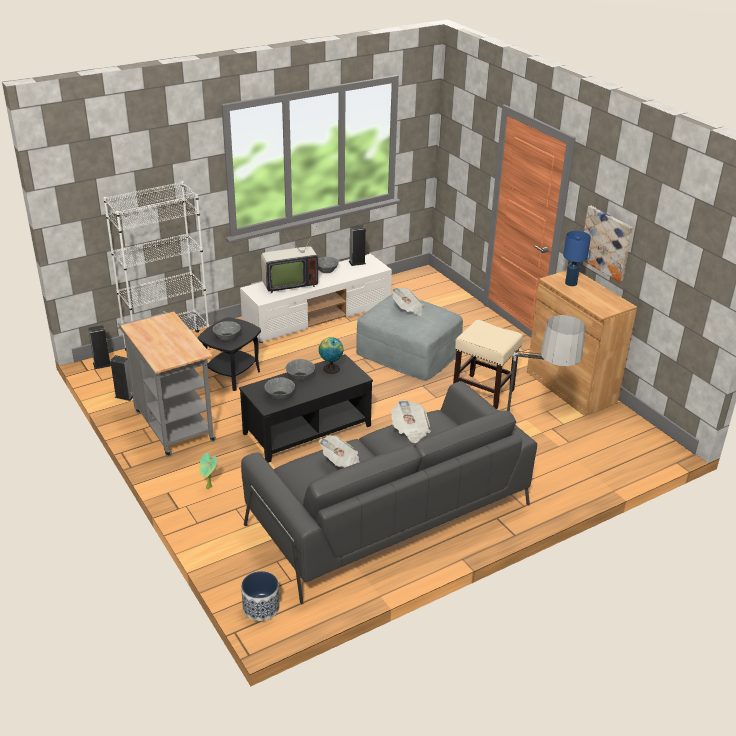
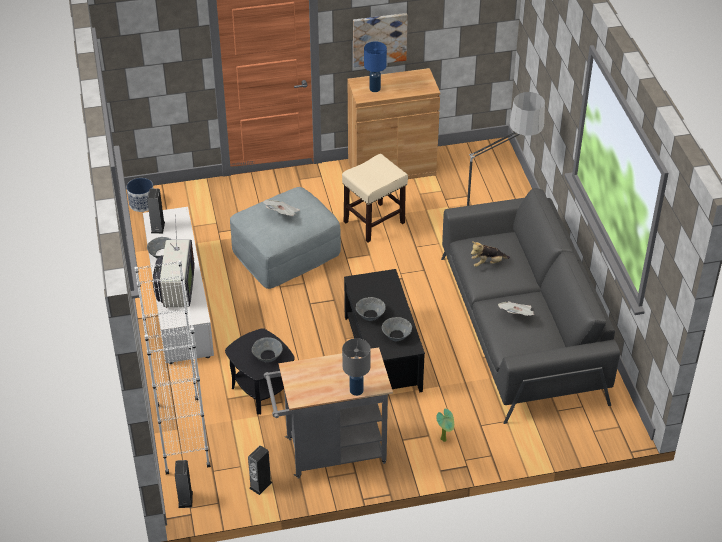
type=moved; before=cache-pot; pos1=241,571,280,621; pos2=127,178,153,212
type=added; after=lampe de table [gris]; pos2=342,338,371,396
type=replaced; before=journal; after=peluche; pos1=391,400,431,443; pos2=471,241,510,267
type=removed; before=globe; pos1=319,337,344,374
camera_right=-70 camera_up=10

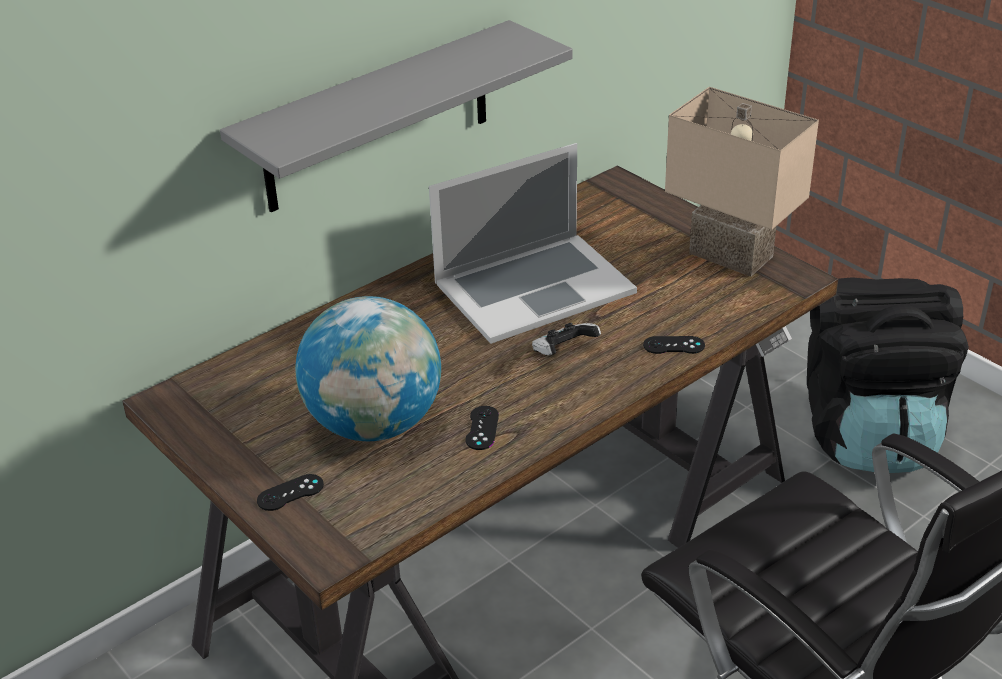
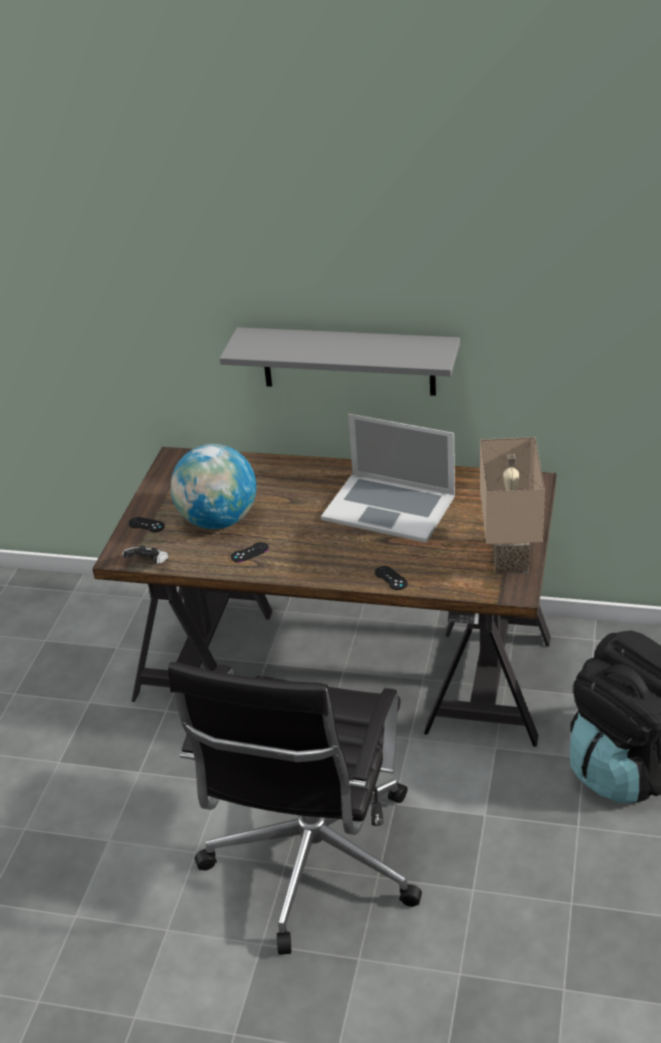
type=moved; before=manette; pos1=532,323,601,355; pos2=122,546,169,564
camera_right=55 camera_up=0

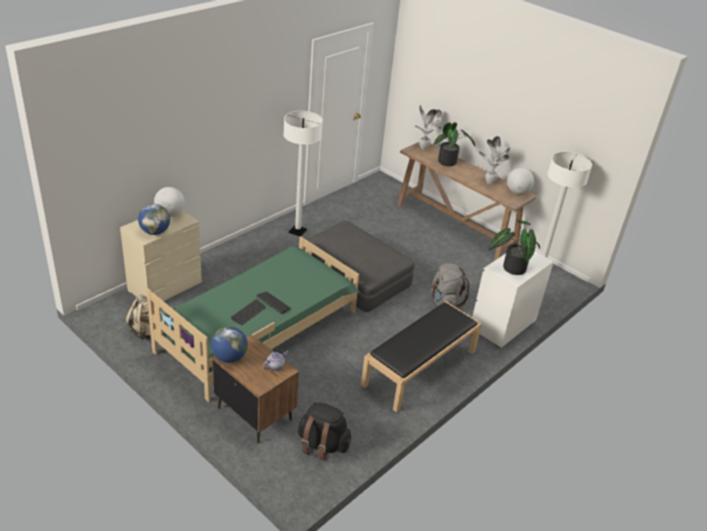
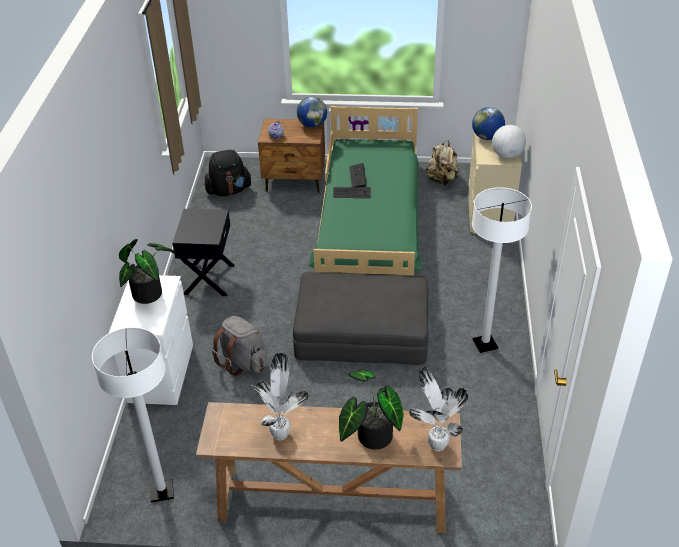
type=replaced; before=banc [noir]; after=table de chevet [noir]; pos1=361,301,482,412; pos2=172,209,235,296
type=removed; before=globe; pos1=507,168,534,194
camera_right=145 camera_up=5

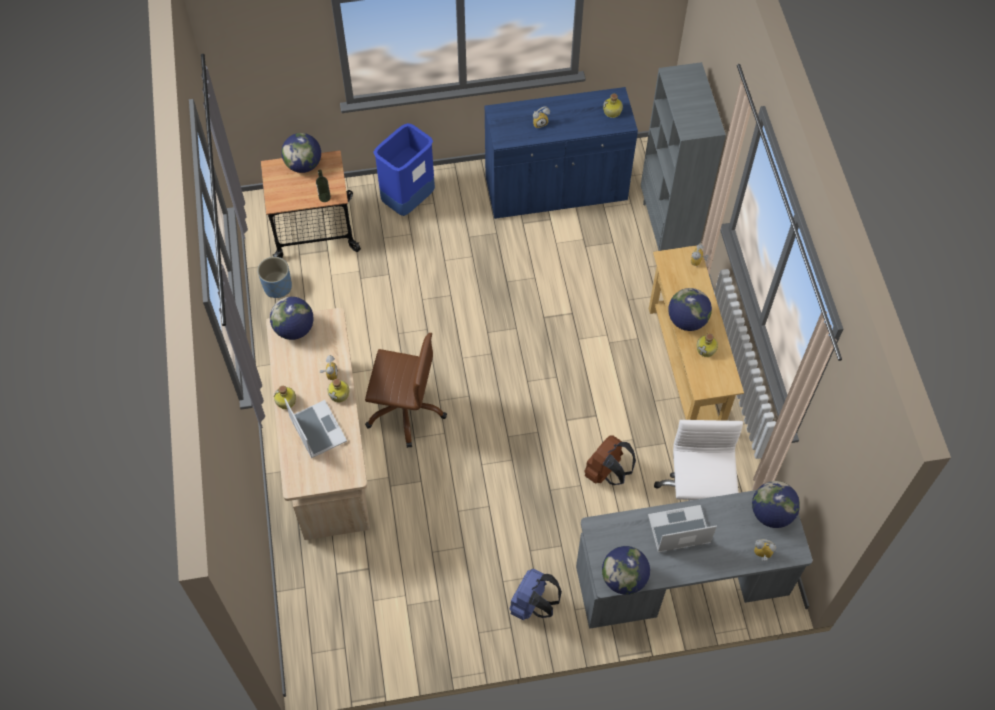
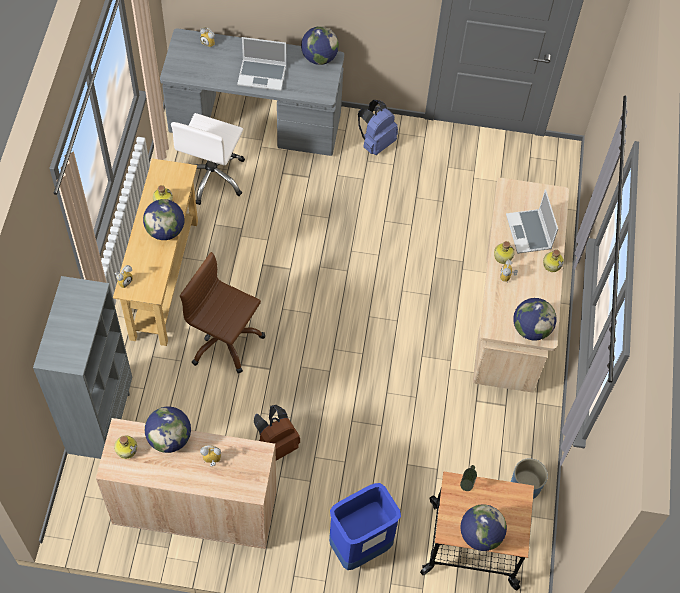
type=recoloured; before=meuble de rangement [bleu]; after=meuble de rangement [beige]; pos1=485,87,638,219; pos2=96,418,277,549
type=moved; before=globe; pos1=752,481,800,528; pos2=145,406,191,453
type=moved; before=chaise de bureau [marron]; pos1=365,333,447,448; pos2=180,252,265,374
type=moved; before=sac à dos [marron]; pos1=585,435,636,485; pos2=254,405,300,461
camera_right=-165 camera_up=0

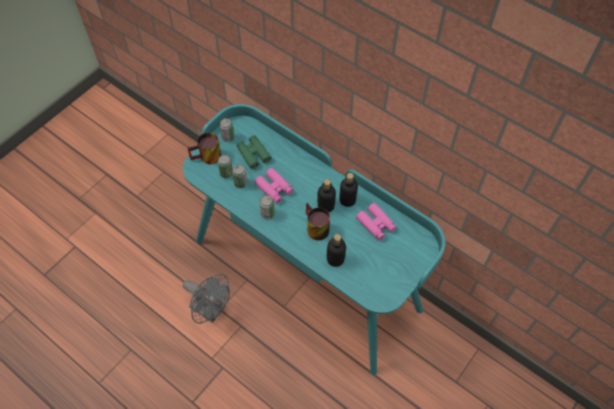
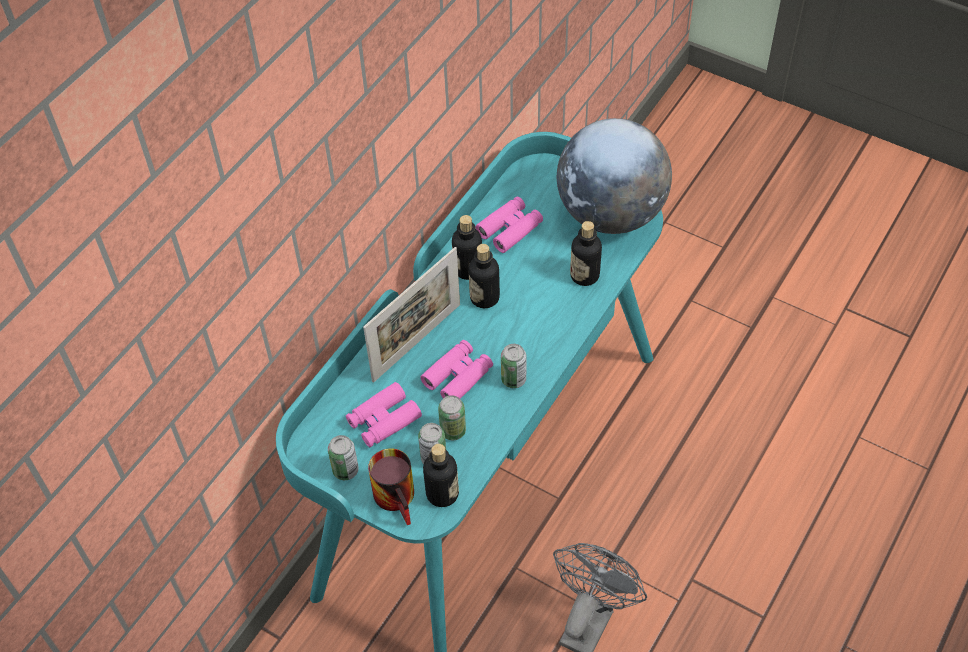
type=recoloured; before=jumelles [vert]; after=jumelles [rose]; pos1=236,135,271,169; pos2=346,382,422,447
type=added; after=cadre photo; pos2=363,247,460,382
type=added; after=bouteille; pos2=423,444,459,507
type=added; after=globe; pos2=557,118,672,234
type=removed; before=mug; pos1=306,203,330,240
camera_right=-95 camera_up=-5

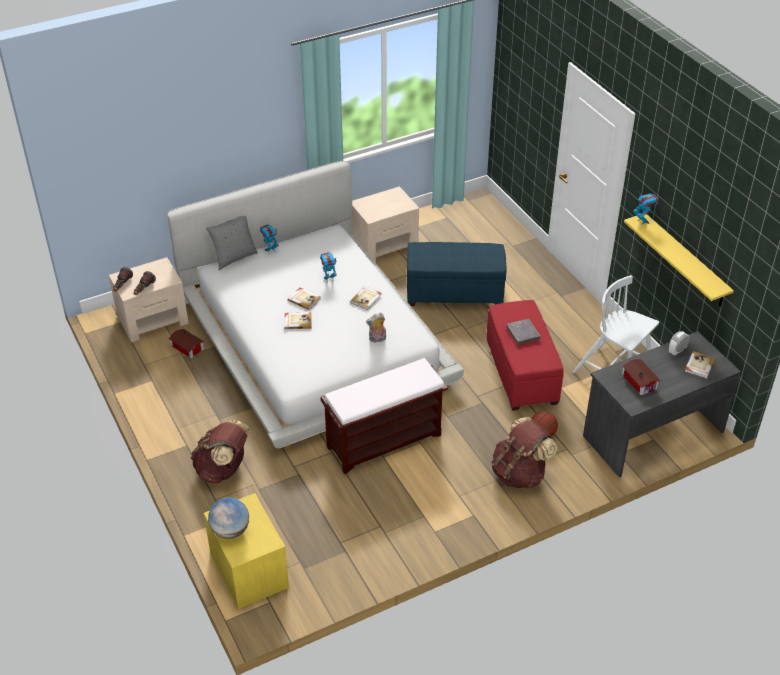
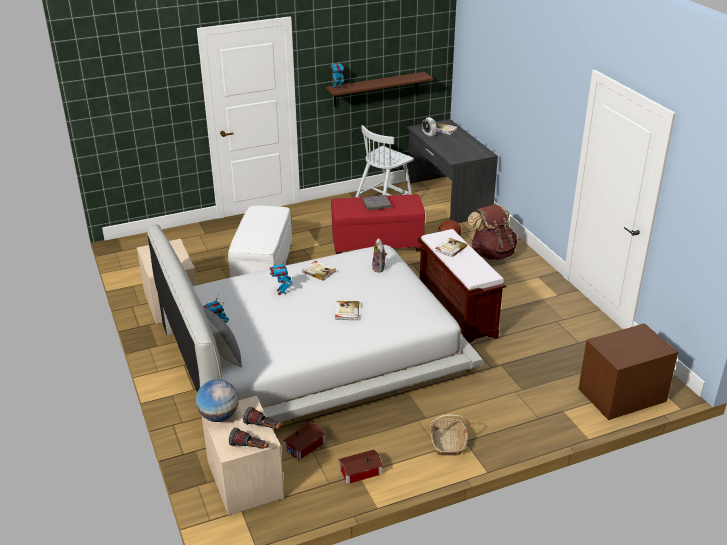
type=moved; before=globe; pos1=208,498,249,539; pos2=196,379,239,422
type=recoloured; before=pouf [bleu]; after=pouf [blanc]; pos1=407,242,506,306; pos2=228,206,292,278
type=recoloured; before=étagère [jaune]; after=étagère [marron]; pos1=624,214,734,307; pos2=326,72,433,107
type=moved; before=maison miniature; pos1=622,359,661,395; pos2=338,450,383,484
type=added; after=panier; pos2=430,414,469,456
type=moved; before=livre; pos1=288,287,321,310; pos2=435,238,467,257
type=recoloured; before=table de chevet [jaune]; after=table de chevet [marron]; pos1=204,493,289,609; pos2=579,323,678,420
type=removed; before=sac à dos [marron]; pos1=191,420,250,484
camera_right=-85 camera_up=-10

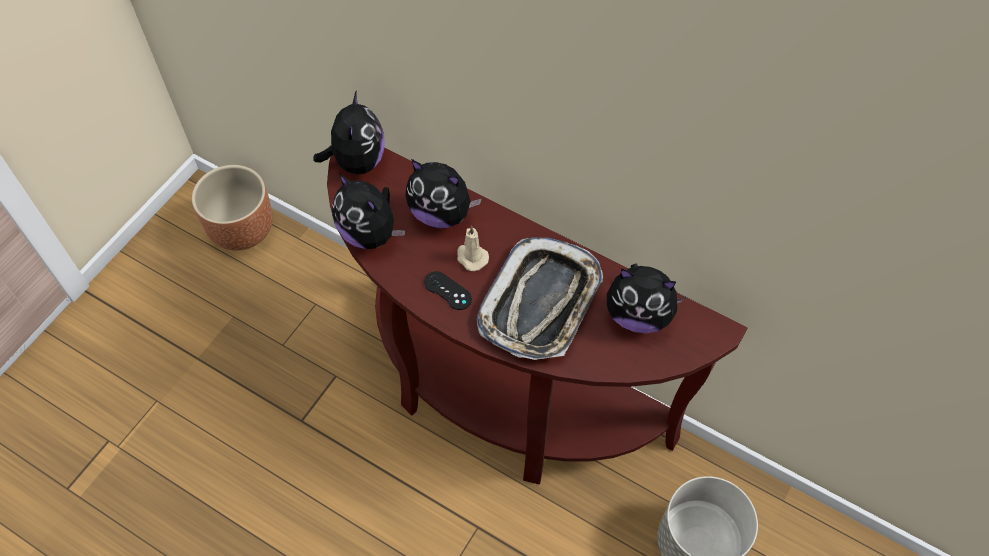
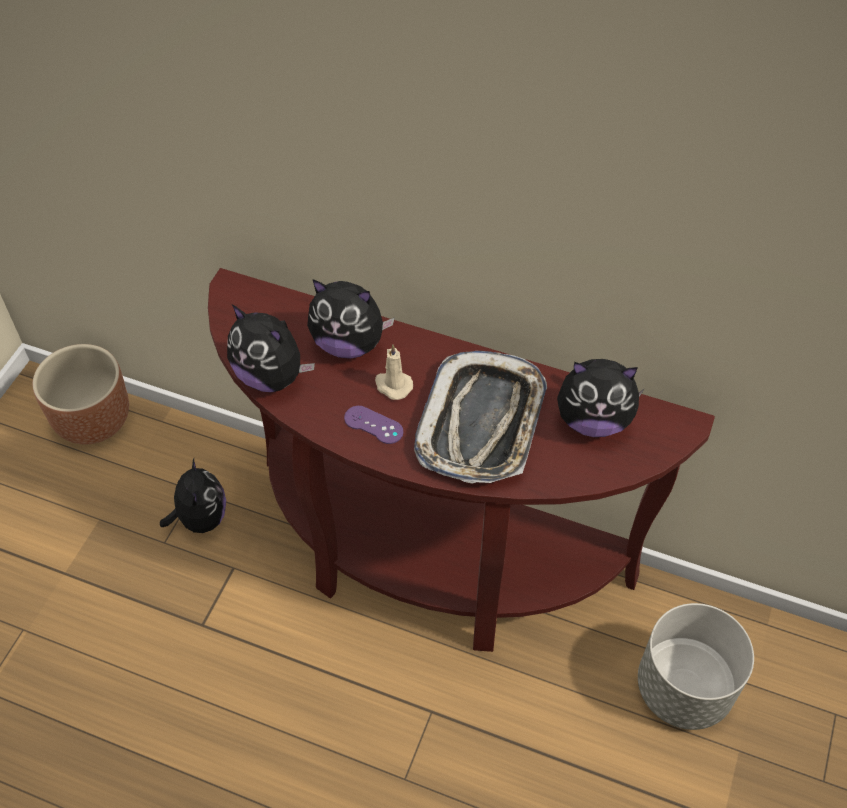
type=moved; before=peluche; pos1=314,90,385,175; pos2=160,458,226,533
type=recoloured; before=manette [noir]; after=manette [violet]; pos1=424,271,472,310; pos2=344,406,403,444
camera_right=-10 camera_up=-5

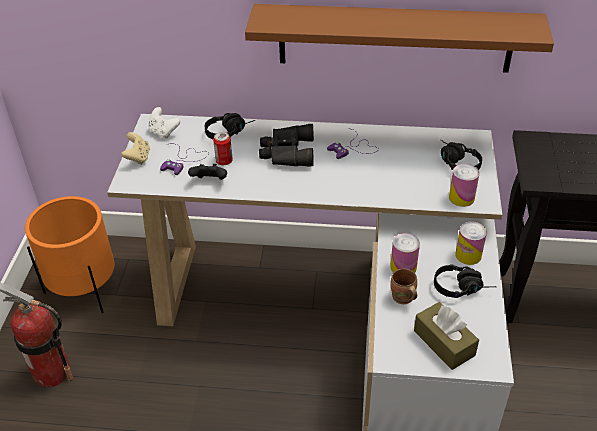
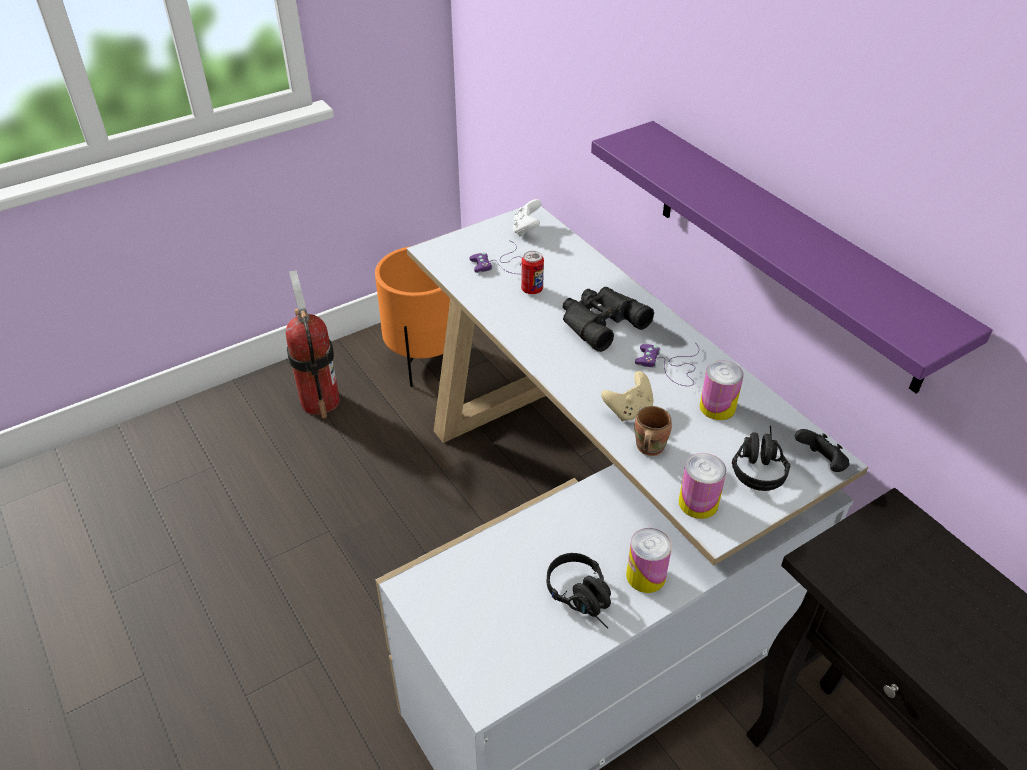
type=recoloured; before=étagère [marron]; after=étagère [violet]; pos1=245,4,554,73; pos2=591,121,993,393
type=moved; before=manette [beige]; pos1=121,132,150,165; pos2=601,371,654,422
type=moved; before=mug [marron]; pos1=390,268,417,304; pos2=634,406,672,456
type=moved; before=boîte métallique; pos1=390,233,420,273; pos2=700,360,744,420
type=moved; before=manette [noir]; pos1=188,164,227,180; pos2=795,429,850,472
type=removed; before=casque audio [noir]; pos1=205,113,255,139
type=removed; before=boîte à mouchoirs [marron]; pos1=414,302,479,370
camera_right=50 camera_up=0

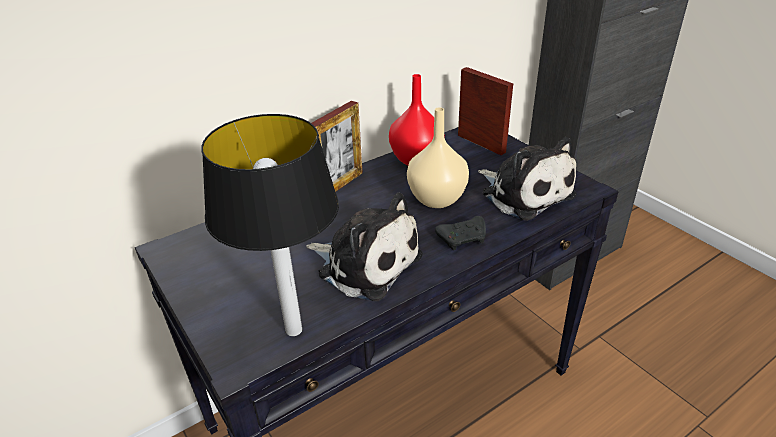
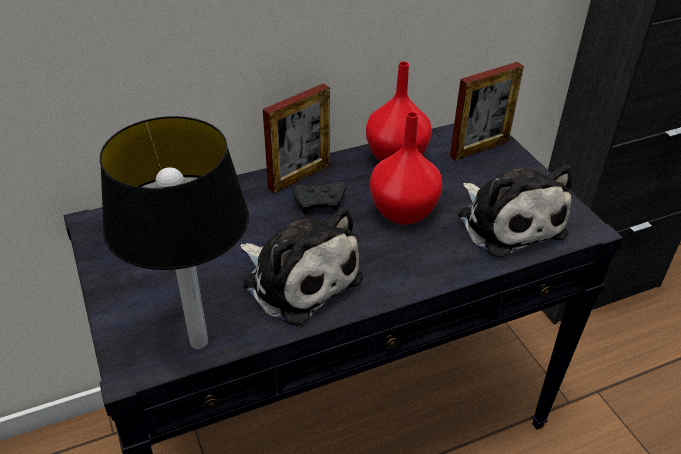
type=moved; before=manette [noir]; pos1=435,216,486,250; pos2=293,181,346,213
type=recoloured; before=vase [beige]; after=vase [rouge]; pos1=407,107,469,208; pos2=370,112,442,225
type=turned; before=cadre photo; pos1=458,67,513,155; pos2=450,62,524,161; turn=90
camera_right=10 camera_up=5

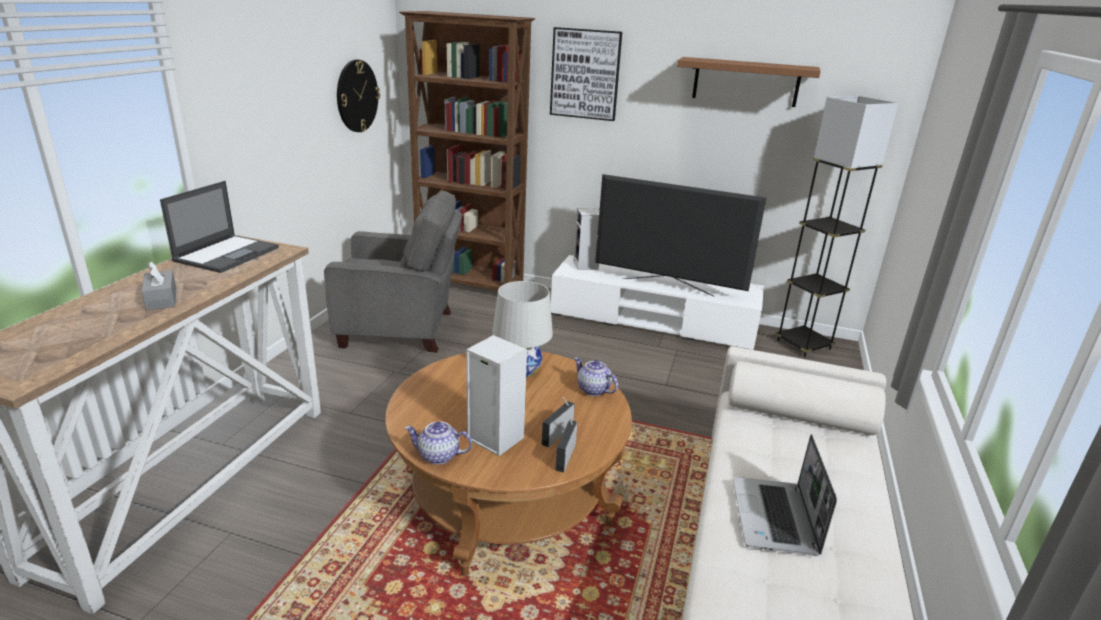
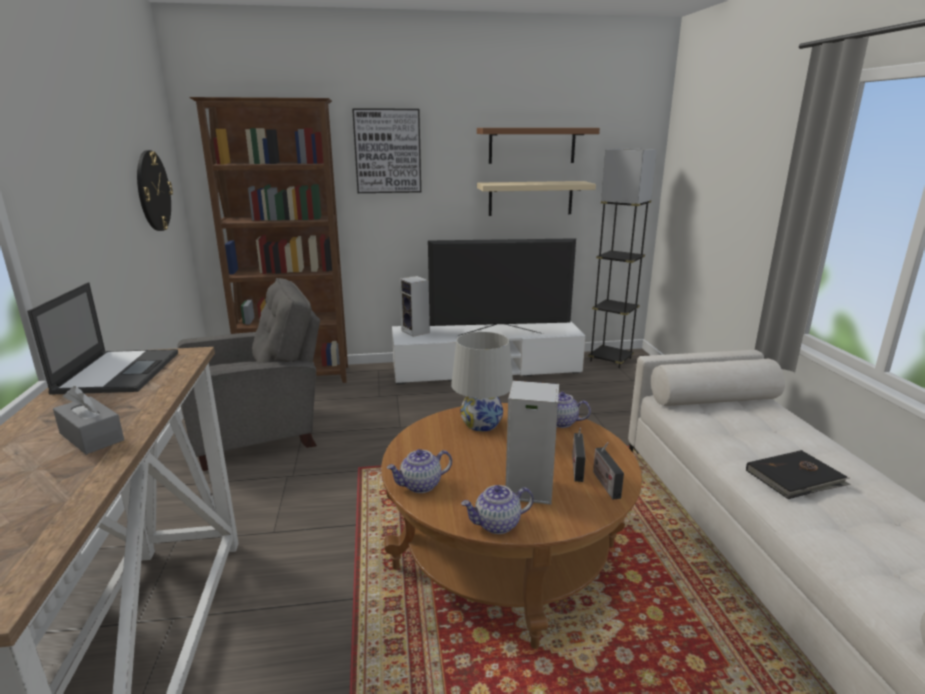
type=added; after=théière; pos2=387,449,452,493
type=added; after=étagère [beige]; pos2=477,181,596,216
type=replaced; before=ordinateur portable; after=livre [noir]; pos1=733,434,837,556; pos2=746,450,851,499
camera_right=-25 camera_up=-5

